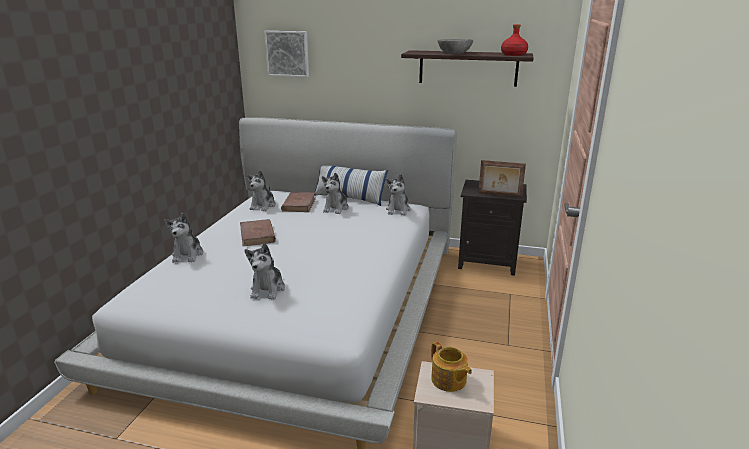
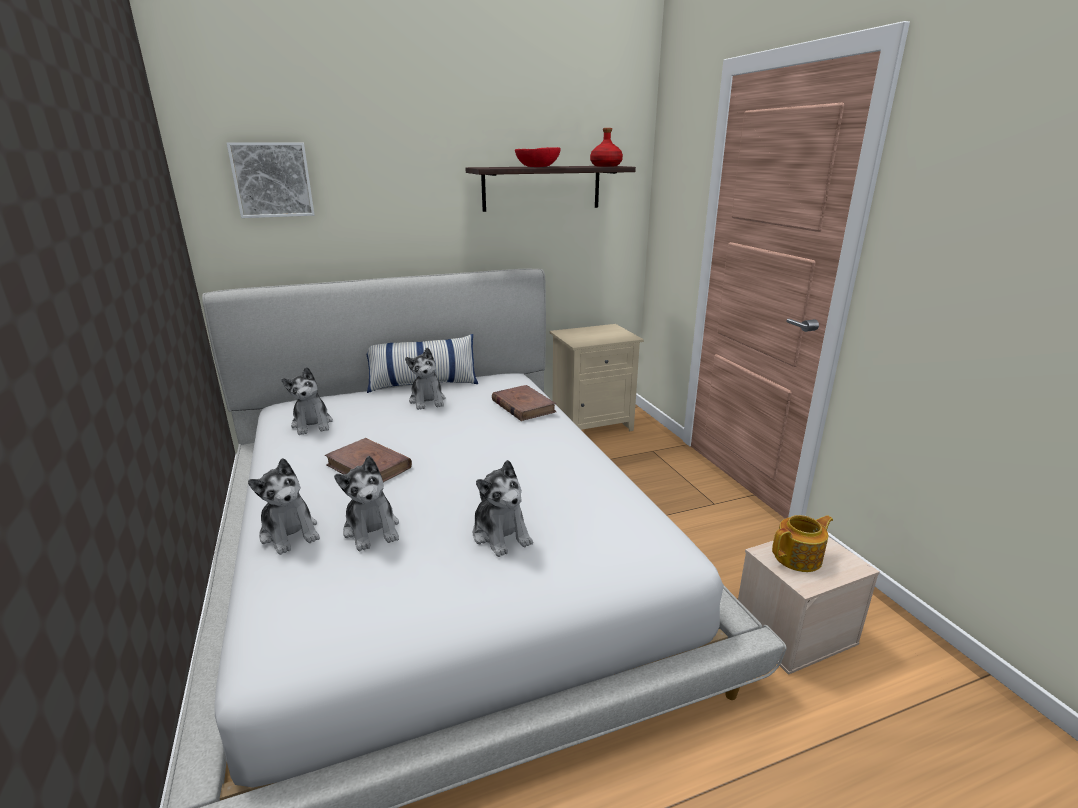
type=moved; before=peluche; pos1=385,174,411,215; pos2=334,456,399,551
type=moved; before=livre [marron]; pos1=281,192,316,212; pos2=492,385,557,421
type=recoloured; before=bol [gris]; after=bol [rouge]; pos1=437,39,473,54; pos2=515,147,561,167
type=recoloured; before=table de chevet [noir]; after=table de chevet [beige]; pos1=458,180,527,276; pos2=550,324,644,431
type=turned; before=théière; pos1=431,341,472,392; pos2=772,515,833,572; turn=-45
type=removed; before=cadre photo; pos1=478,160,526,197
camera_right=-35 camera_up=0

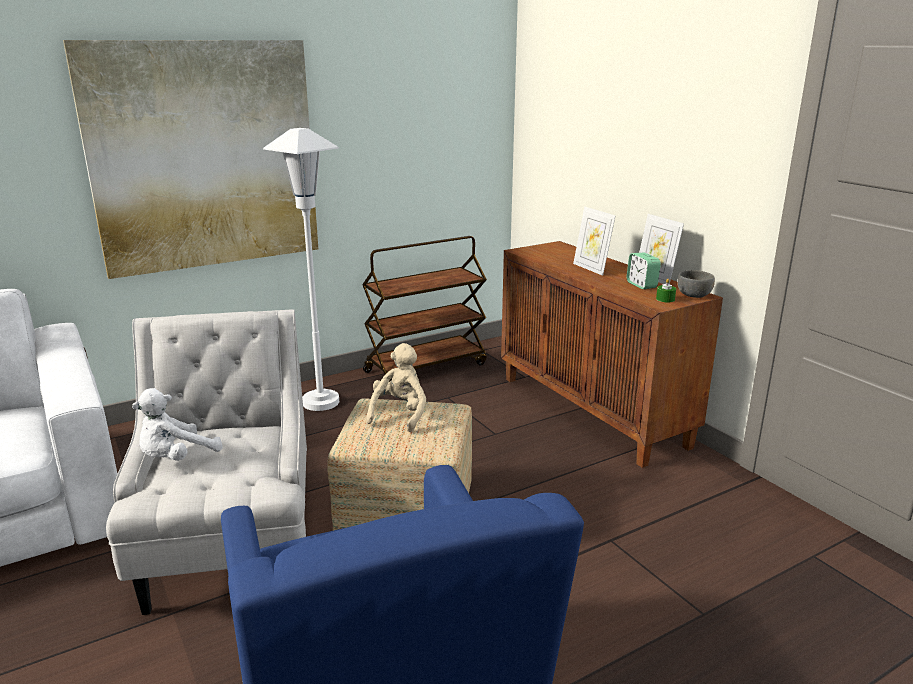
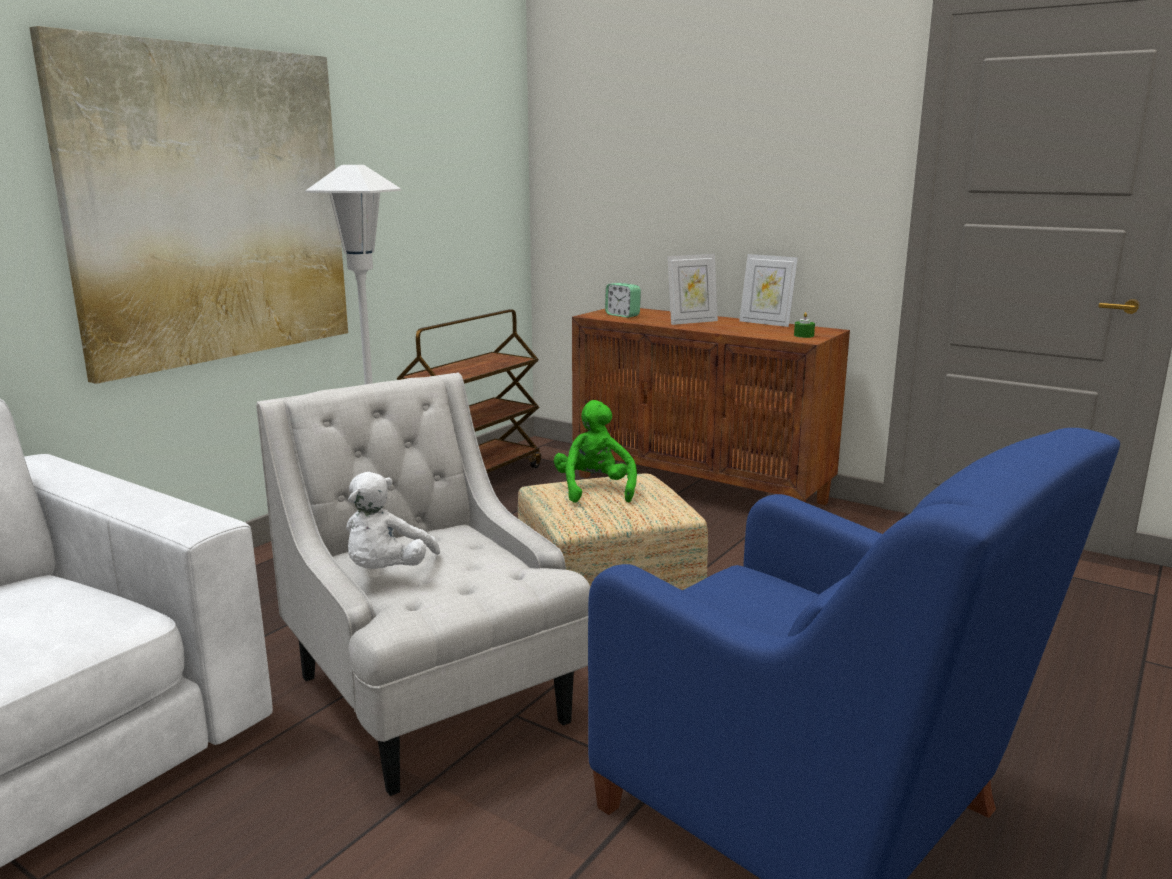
type=recoloured; before=peluche [beige]; after=peluche [vert]; pos1=366,343,426,432; pos2=554,400,637,503
type=moved; before=réveil; pos1=626,253,661,289; pos2=605,283,641,318
type=turned; before=cadre photo; pos1=573,206,616,276; pos2=668,254,718,325; turn=-60
type=removed; before=bol [gris]; pos1=678,270,715,298
camera_right=-25 camera_up=-5

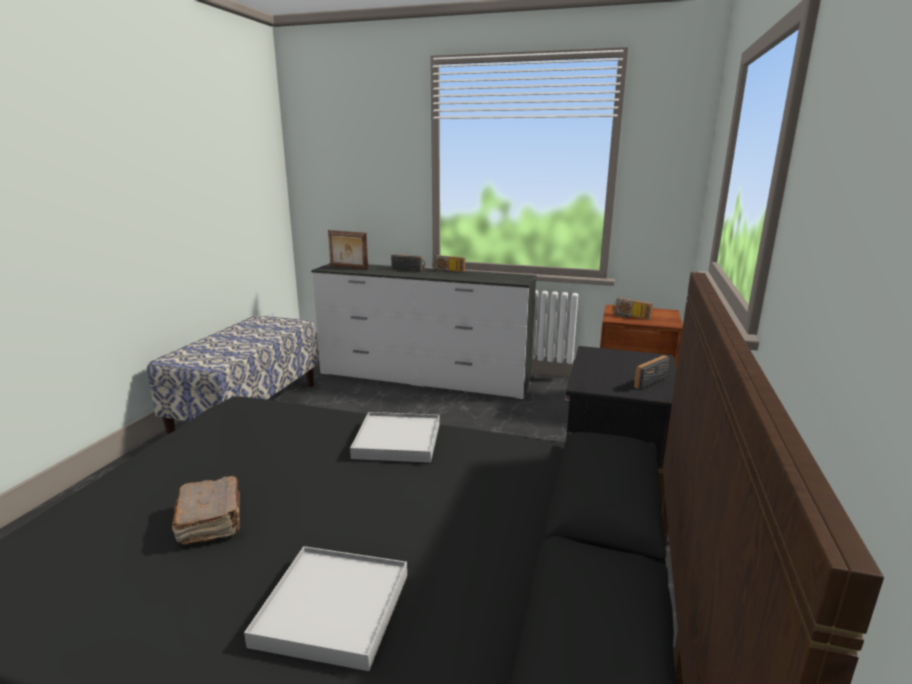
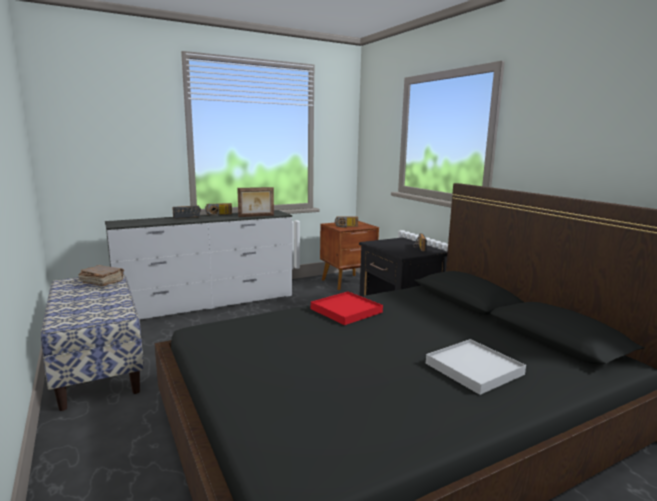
type=moved; before=livre [marron]; pos1=172,476,240,545; pos2=78,265,124,286
type=moved; before=cadre photo; pos1=328,230,368,270; pos2=237,187,274,217
type=recoloured; before=plateau [blanc]; after=plateau [rouge]; pos1=350,412,440,463; pos2=311,291,383,325
camera_right=-45 camera_up=-5

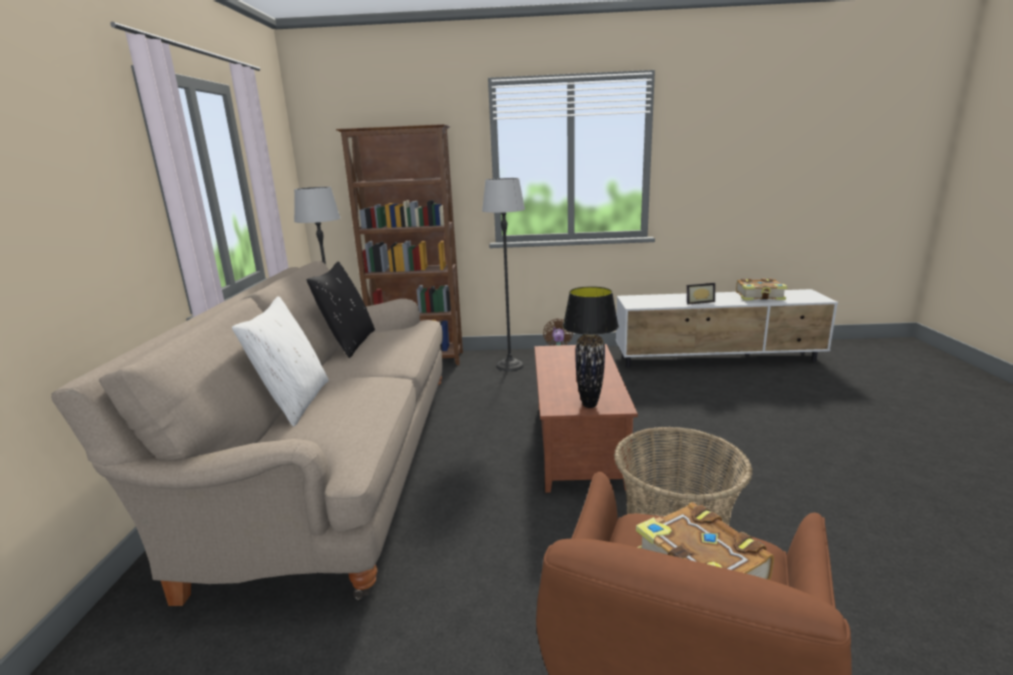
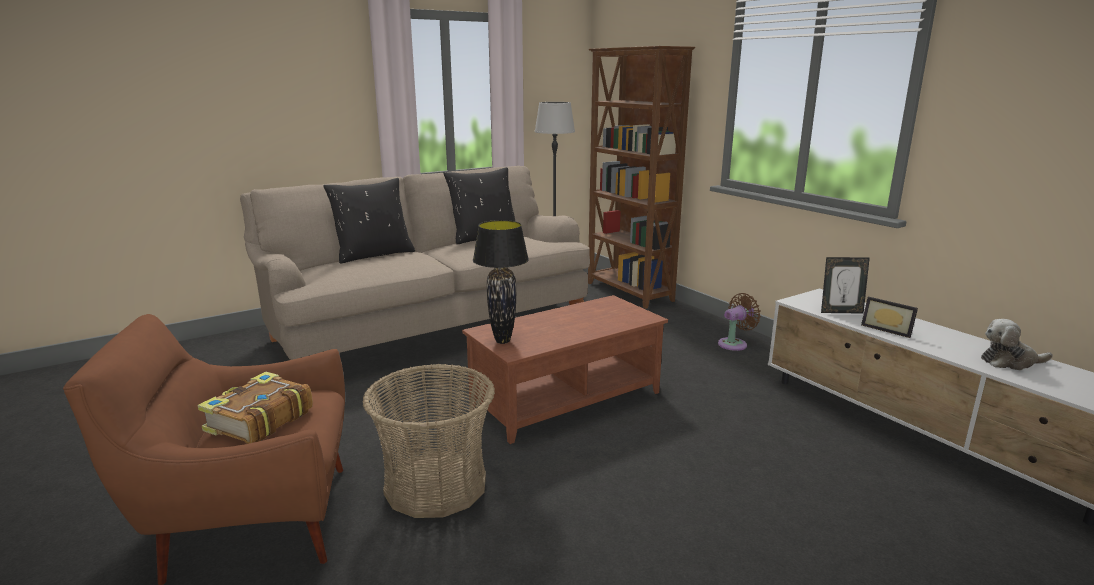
type=recoloured; before=coussin [blanc]; after=coussin [noir]; pos1=232,296,329,427; pos2=323,178,415,264
type=added; after=cadre photo; pos2=821,257,870,314
type=replaced; before=livre; after=peluche; pos1=736,278,788,300; pos2=981,319,1053,370
type=removed; before=lampadaire; pos1=482,178,525,371
camera_right=55 camera_up=0

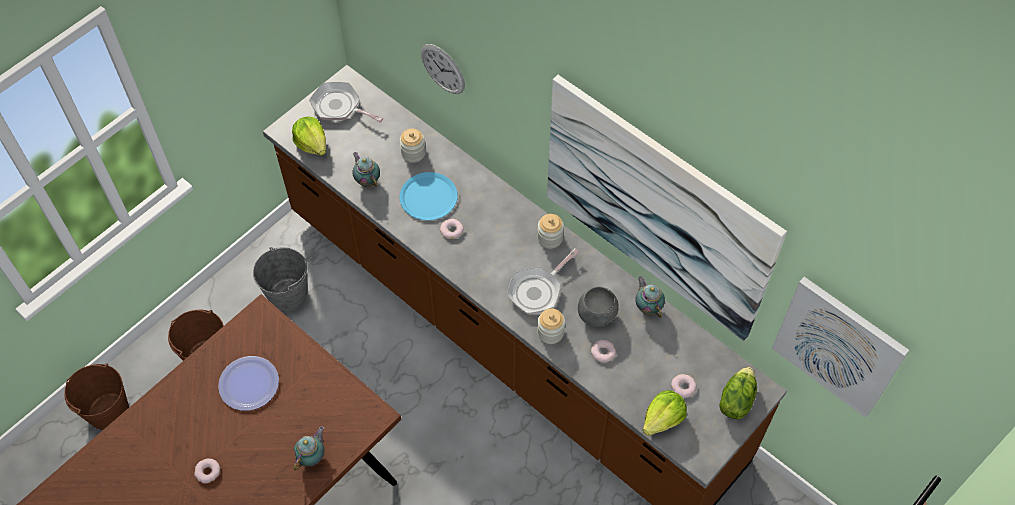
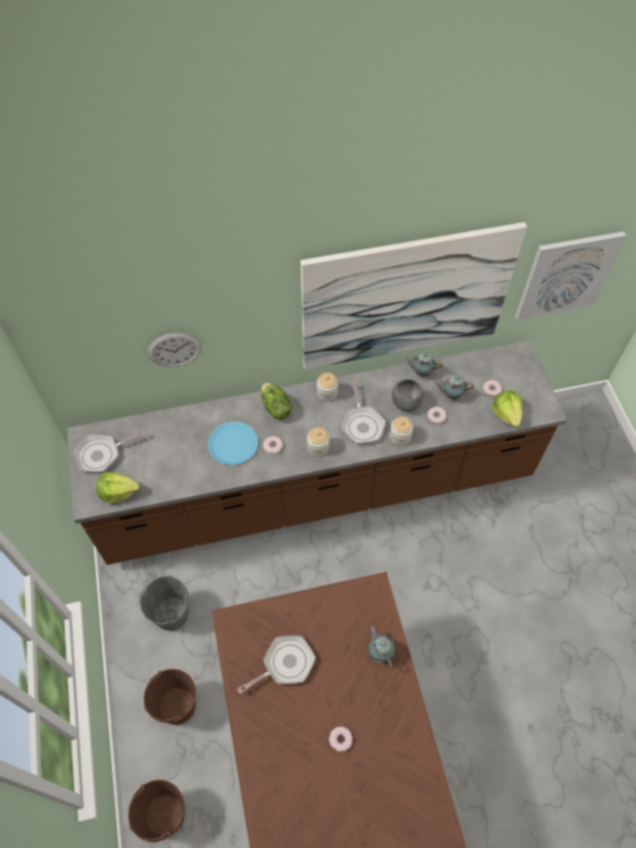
type=replaced; before=assiette; after=poêle; pos1=218,356,279,411; pos2=237,636,316,694
type=moved; before=laitue; pos1=719,367,757,419; pos2=261,382,291,420
type=moved; before=bocal; pos1=400,129,426,163; pos2=307,427,330,456
type=moved; before=théière; pos1=353,152,380,187; pos2=435,375,474,400
camera_right=-55 camera_up=0

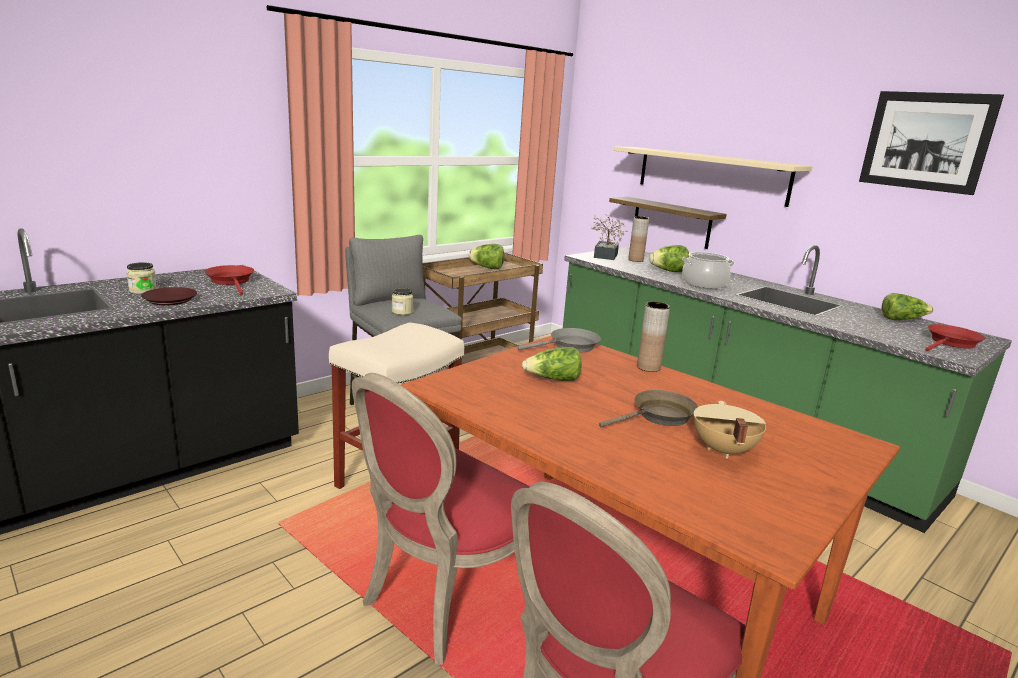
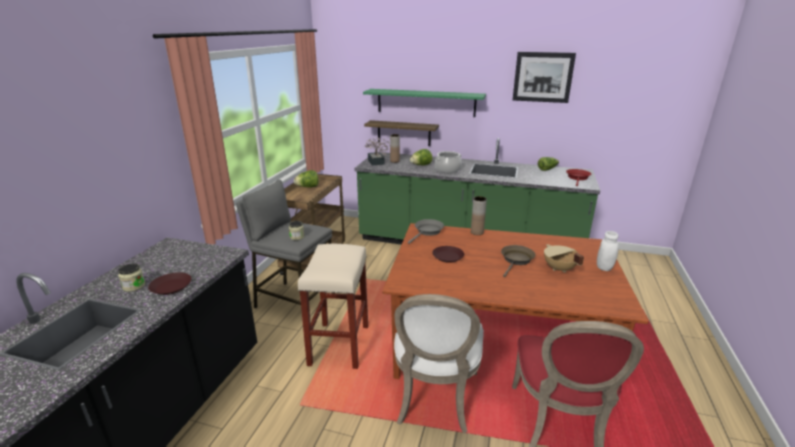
type=recoloured; before=étagère [beige]; after=étagère [vert]; pos1=613,147,813,207; pos2=363,89,486,117
type=recoloured; before=chaise [rouge]; after=chaise [blanc]; pos1=352,373,530,665; pos2=394,294,484,434
type=replaced; before=laitue; after=assiette [marron]; pos1=522,347,582,381; pos2=432,246,464,263
type=added; after=bocal [blanc]; pos2=597,231,619,271
type=removed; before=poêle [rouge]; pos1=204,265,254,294
camera_right=-30 camera_up=5

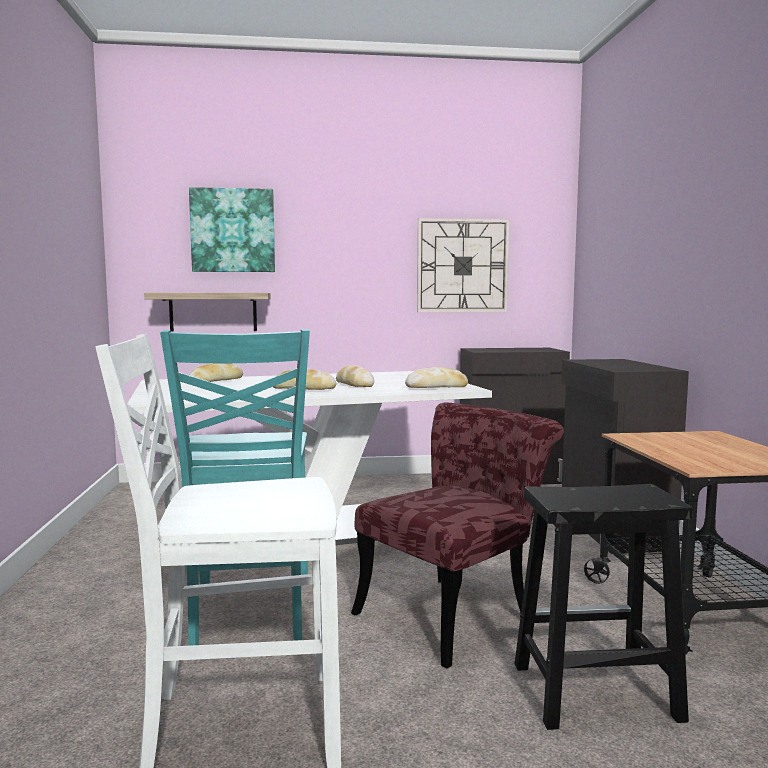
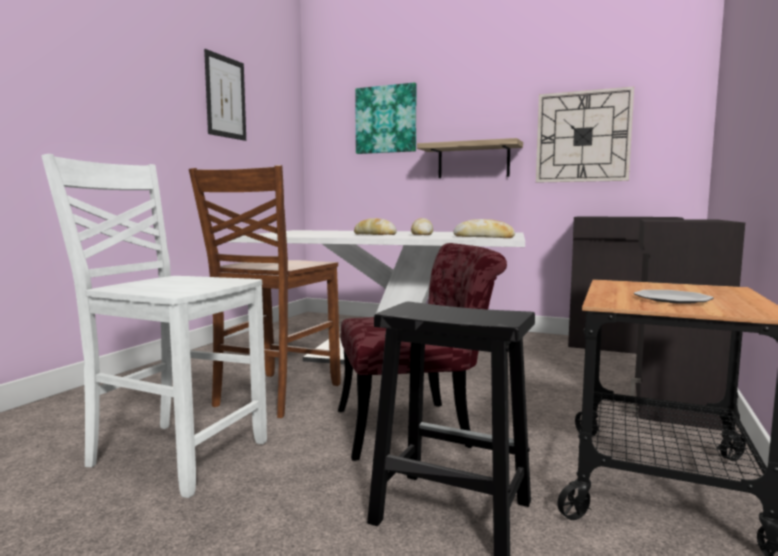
type=recoloured; before=chaise [turquoise]; after=chaise [marron]; pos1=160,329,310,646; pos2=189,165,341,418
type=added; after=tableau; pos2=204,49,246,141
type=moved; before=étagère; pos1=144,293,271,331; pos2=417,138,523,178
type=added; after=assiette; pos2=634,290,714,303
type=removed; before=pain; pos1=189,363,243,382
camera_right=30 camera_up=0

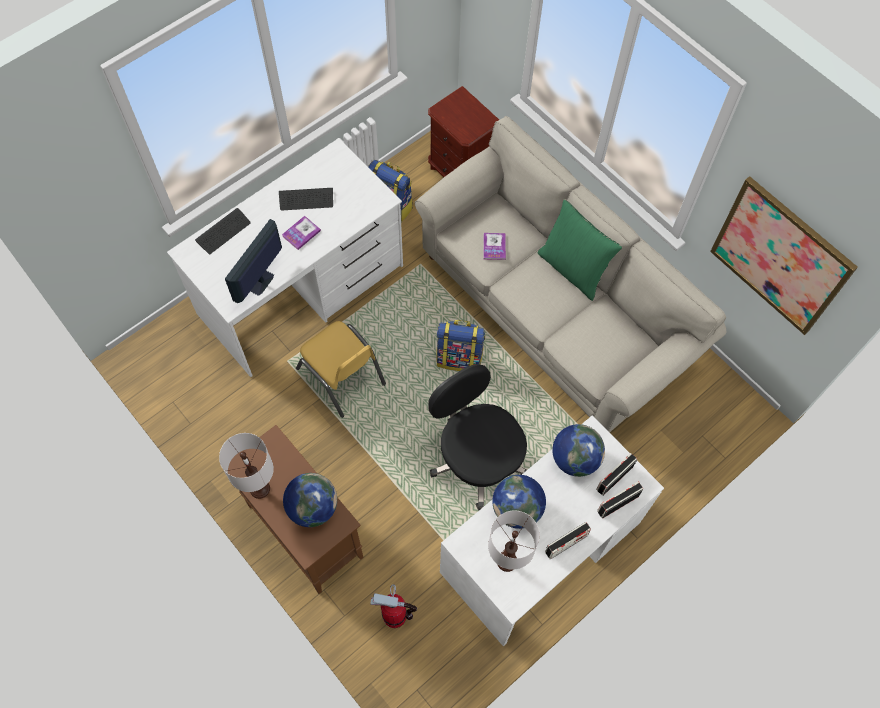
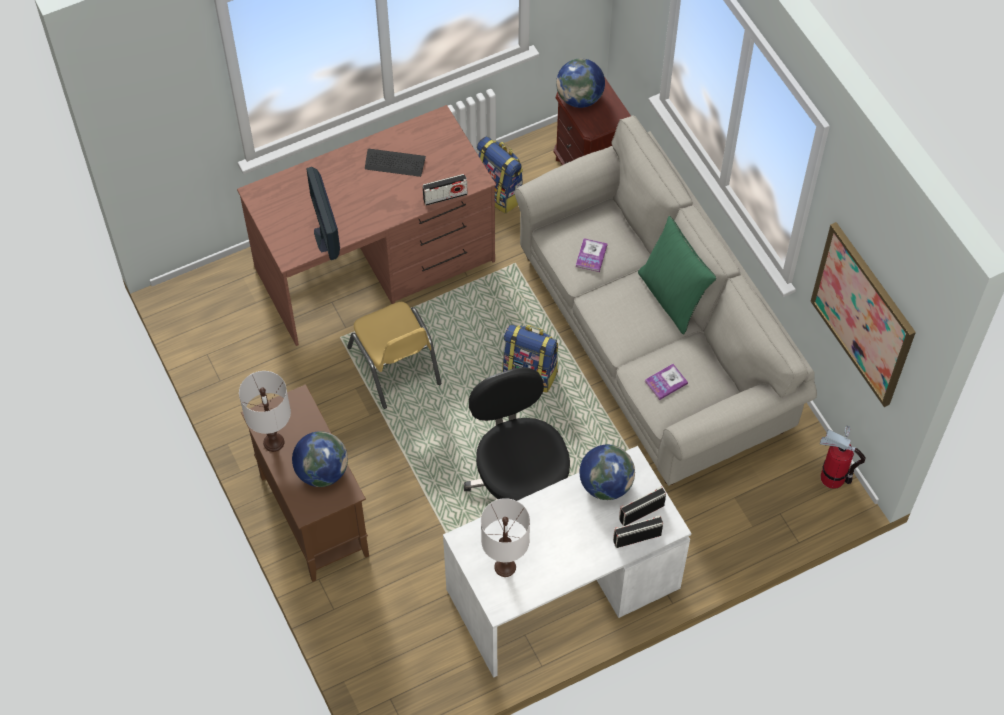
type=recoloured; before=bureau [blanc]; after=bureau [marron]; pos1=167,138,403,377; pos2=237,105,496,346
type=turned; before=écran d'ordinateur; pos1=225,219,282,303; pos2=306,167,340,260; turn=-60
type=moved; before=radio; pos1=545,522,591,560; pos2=422,174,467,206
type=moved; before=globe; pos1=492,475,546,529; pos2=556,58,605,108
type=moved; before=livre; pos1=282,216,321,250; pos2=645,364,688,400
type=moved; before=extincteur; pos1=370,584,417,628; pos2=820,426,866,489
type=removed; before=clavier; pos1=195,208,251,254
camera_right=15 camera_up=-5

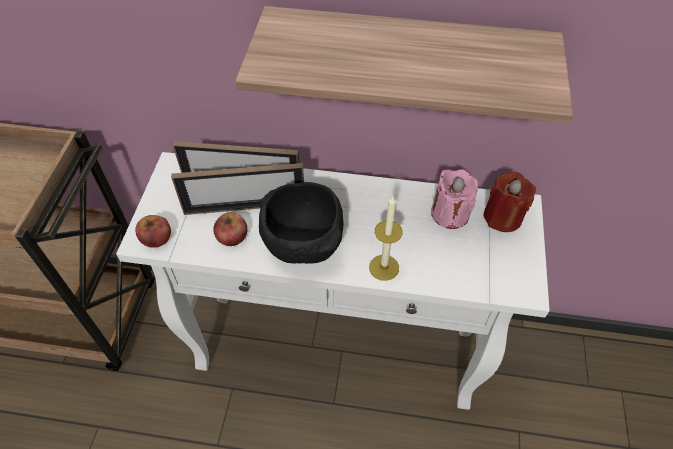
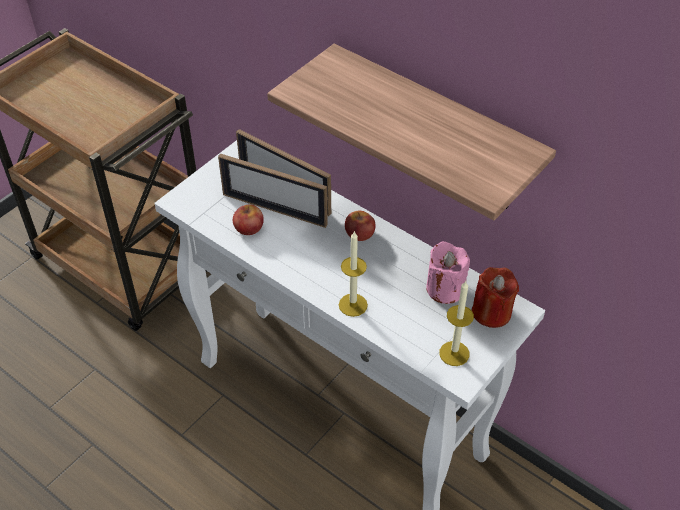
type=moved; before=pomme; pos1=135,215,171,248; pos2=345,211,375,241
type=added; after=bougie; pos2=439,281,474,366
type=removed; before=bol [noir]; pos1=259,182,344,264
camera_right=30 camera_up=-5

